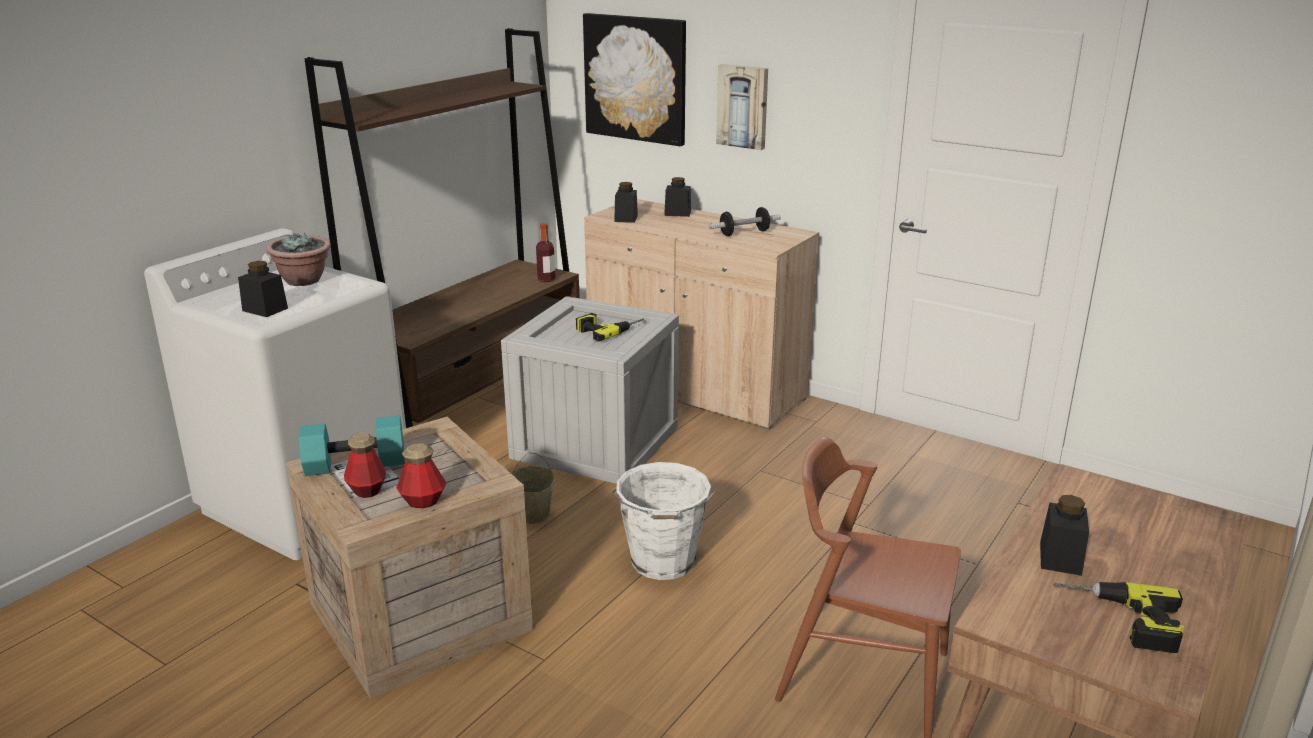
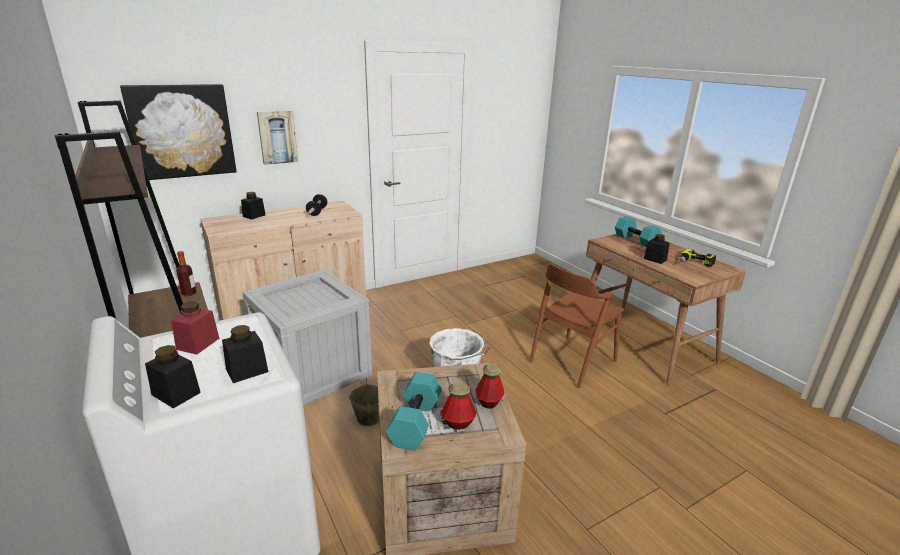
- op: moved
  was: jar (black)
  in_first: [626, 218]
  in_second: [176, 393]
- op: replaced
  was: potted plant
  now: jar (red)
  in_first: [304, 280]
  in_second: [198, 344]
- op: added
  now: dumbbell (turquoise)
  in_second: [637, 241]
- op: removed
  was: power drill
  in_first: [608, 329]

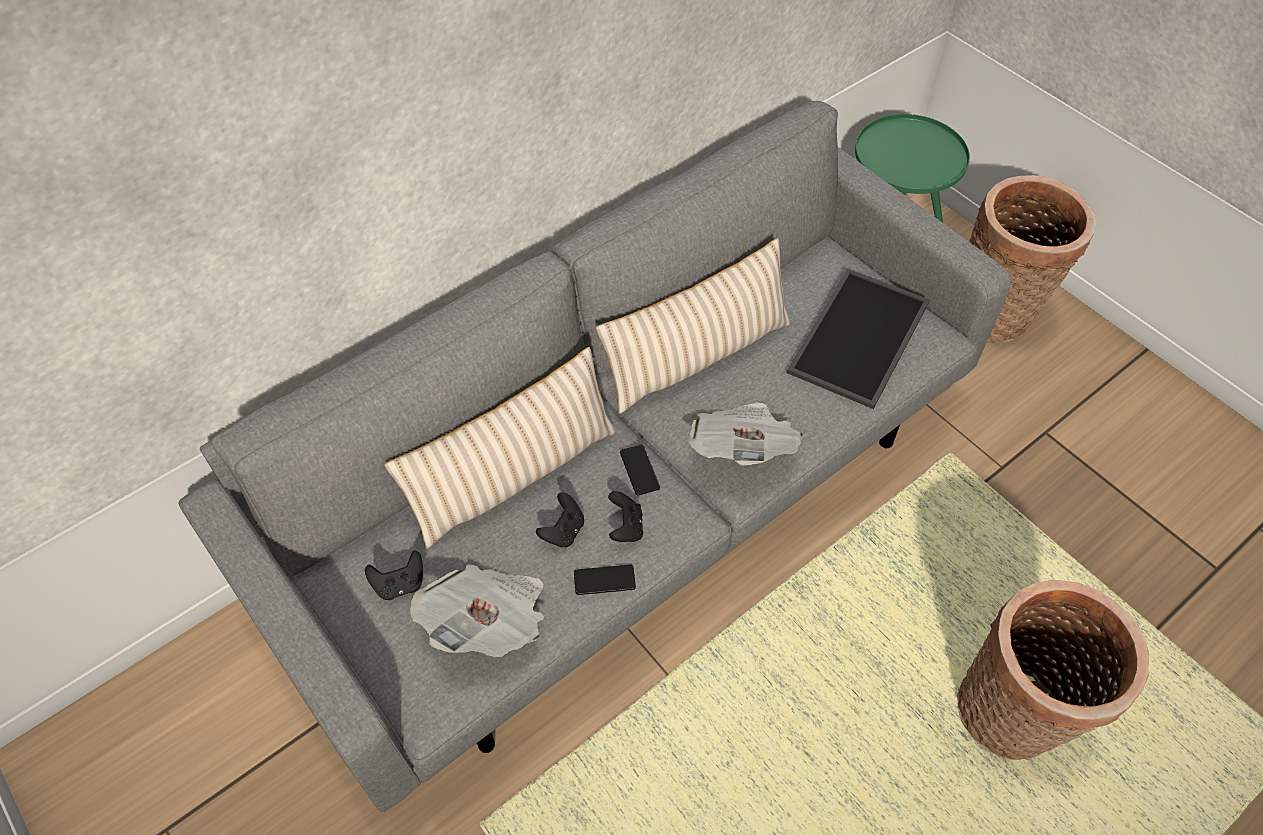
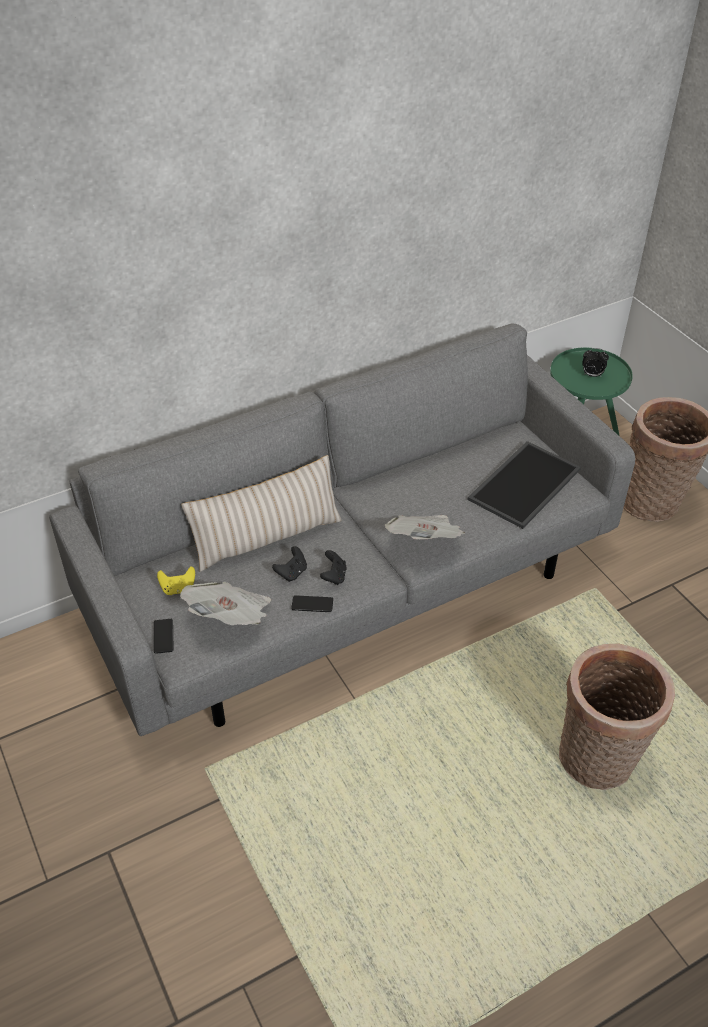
- op: moved
  was: phone
  in_first: [639, 470]
  in_second: [163, 636]
- op: recoloured
  was: game controller (black)
  now: game controller (yellow)
  in_first: [400, 584]
  in_second: [178, 589]
- op: added
  now: alarm clock
  in_second: [592, 375]
- op: removed
  was: pillow (beige)
  in_first: [697, 357]

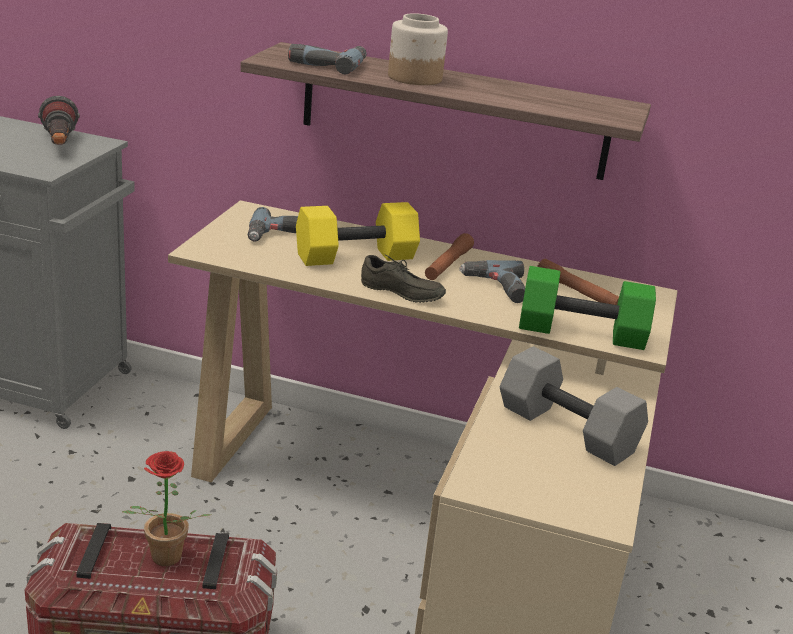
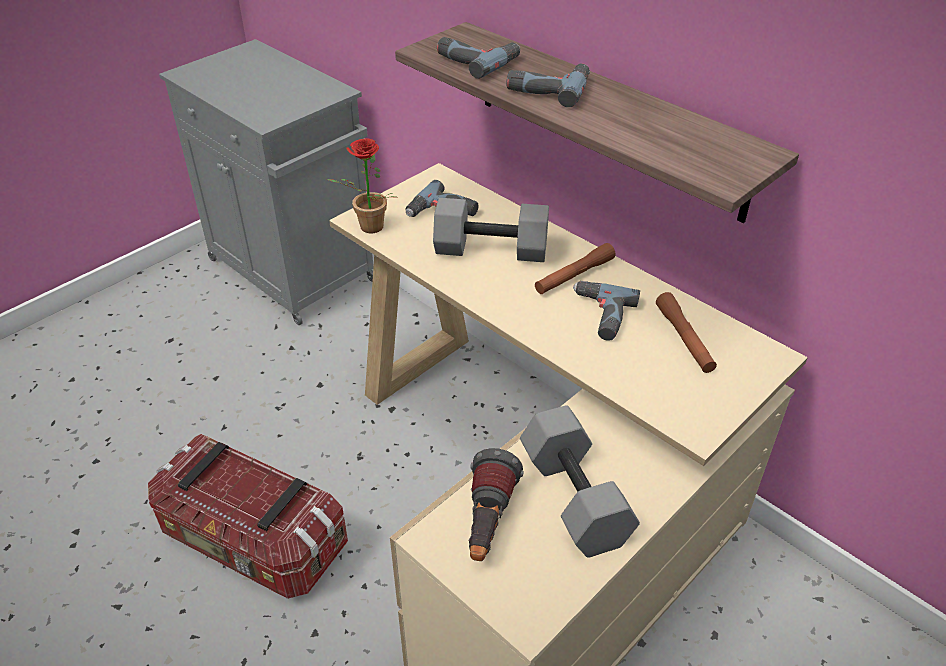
- op: moved
  was: potted plant
  in_first: [162, 560]
  in_second: [367, 228]
- op: recoloured
  was: dumbbell (yellow)
  now: dumbbell (grey)
  in_first: [355, 257]
  in_second: [489, 251]
- op: moved
  was: flashlight
  in_first: [60, 145]
  in_second: [488, 523]
- op: replaced
  was: jar
  now: power drill
  in_first: [414, 78]
  in_second: [548, 88]
- op: removed
  was: shoe (grey)
  in_first: [400, 294]
- op: removed
  was: dumbbell (green)
  in_first: [580, 333]

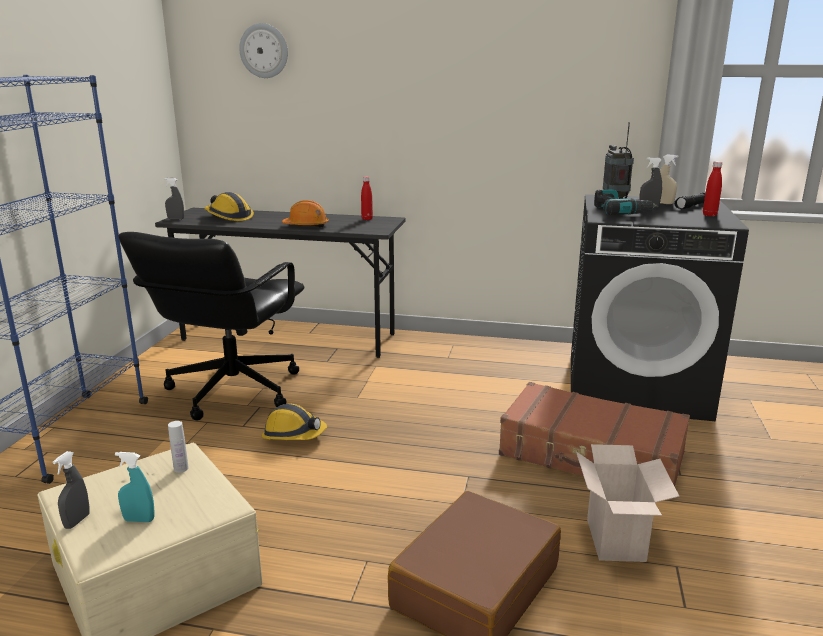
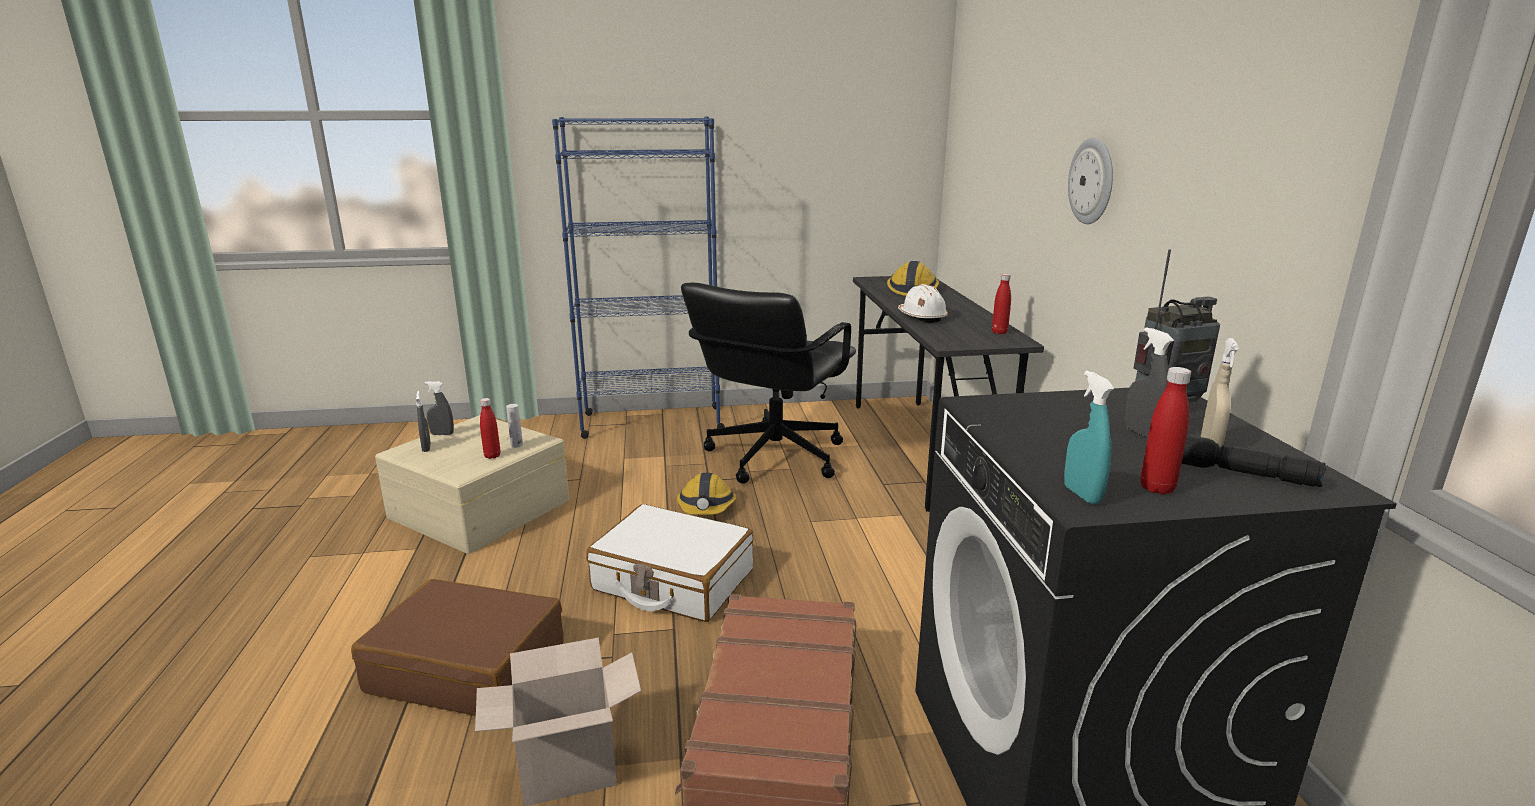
- op: moved
  was: spray bottle (grey)
  in_first: [176, 219]
  in_second: [426, 448]
- op: added
  now: bottle (red)
  in_second: [492, 456]
- op: added
  now: suitcase (white)
  in_second: [672, 580]
- op: turned
  was: office chair (black)
  in_first: [231, 390]
  in_second: [773, 456]
  clockwise: -60
- op: recoloured
  was: hard hat (orange)
  now: hard hat (white)
  in_first: [306, 226]
  in_second: [922, 317]
- op: moved
  was: spray bottle (turquoise)
  in_first: [139, 520]
  in_second: [1082, 495]
- op: moved
  was: wall clock
  in_first: [264, 51]
  in_second: [1092, 181]
- op: removed
  was: power drill
  in_first: [620, 211]

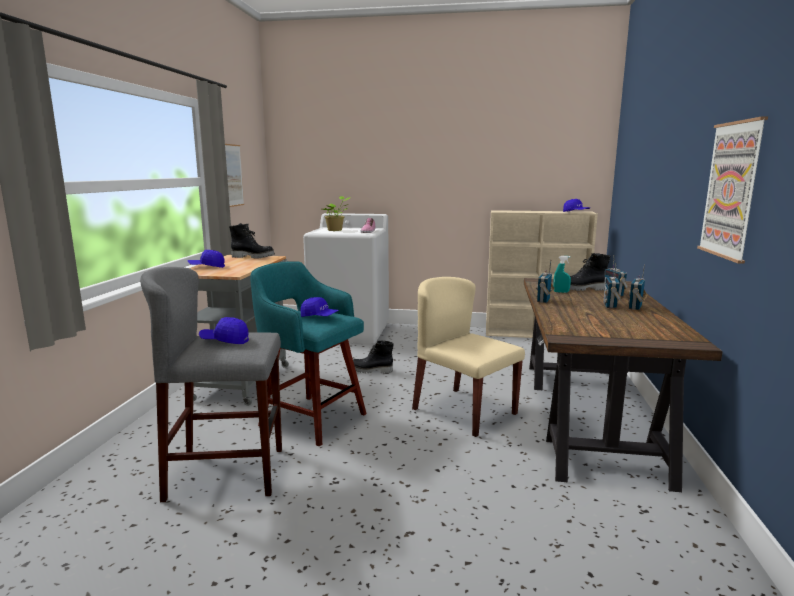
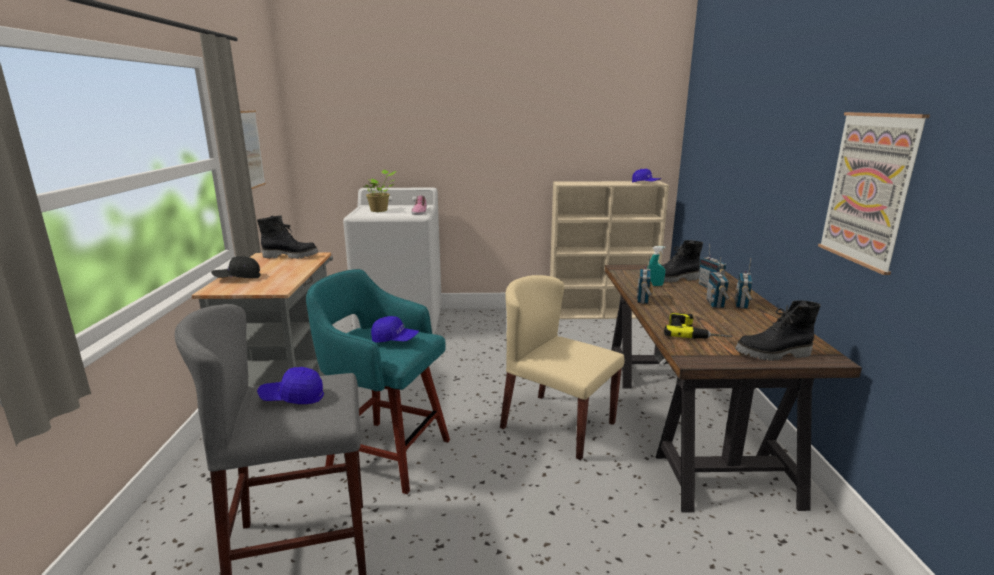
- op: recoloured
  was: cap (blue)
  now: cap (black)
  in_first: [207, 267]
  in_second: [237, 278]
- op: added
  now: power drill
  in_second: [695, 332]
- op: moved
  was: boot (black)
  in_first: [371, 371]
  in_second: [773, 355]

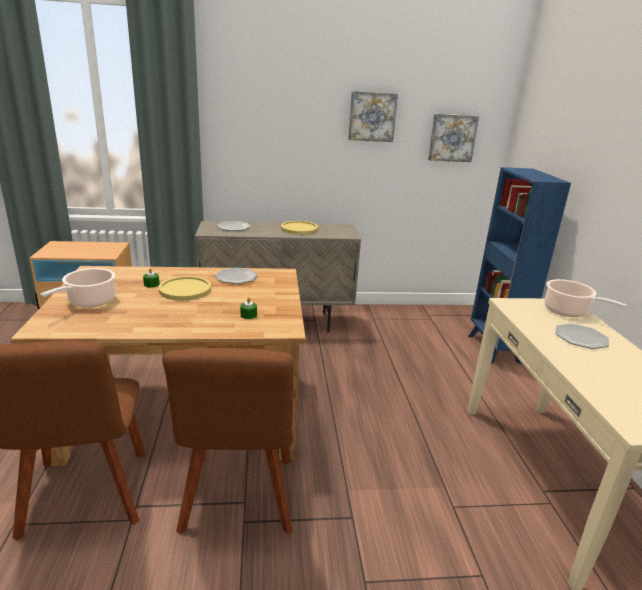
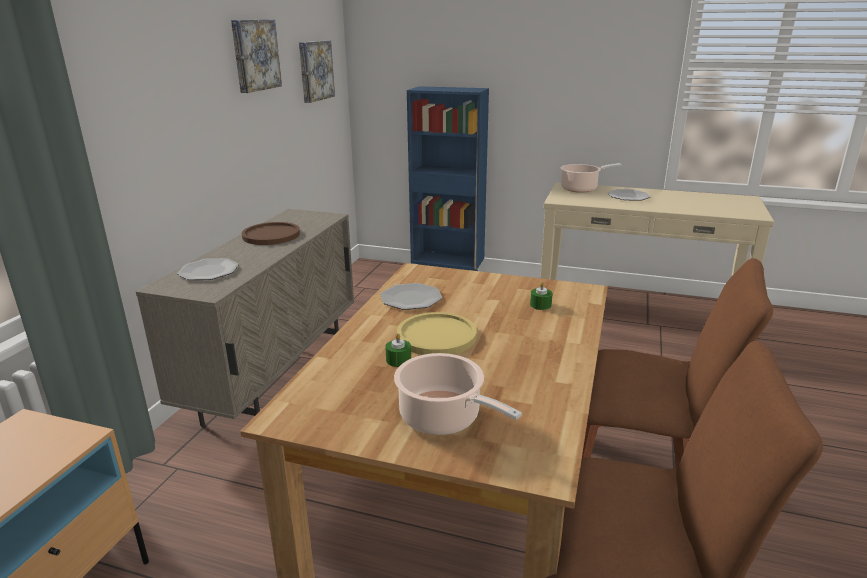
- op: recoloured
  was: plate (yellow)
  now: plate (brown)
  in_first: [299, 229]
  in_second: [271, 235]

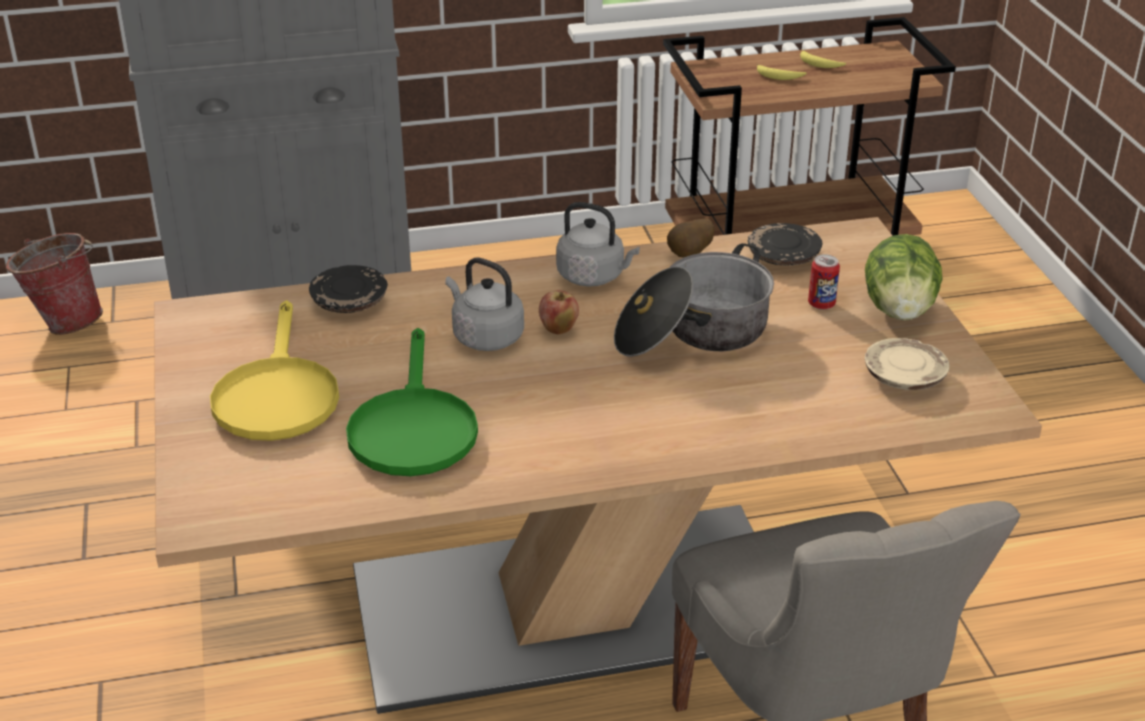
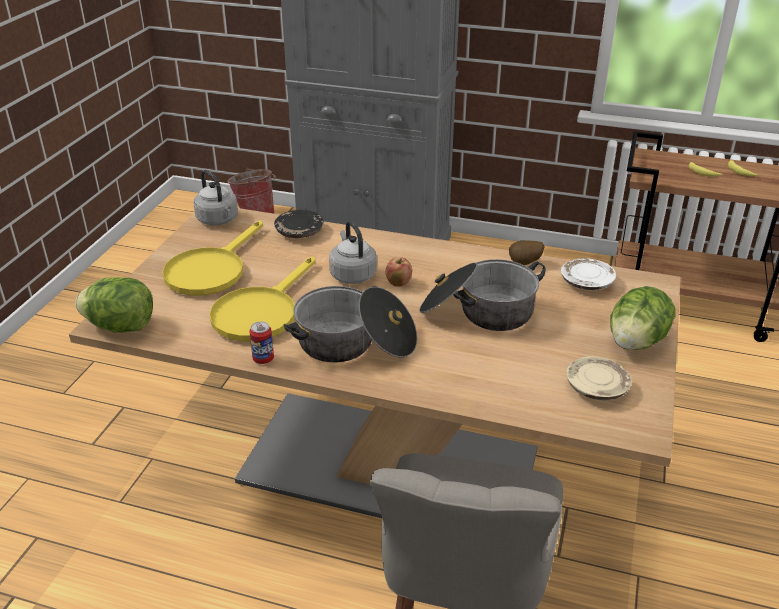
- op: added
  now: lettuce
  in_second: [121, 327]
- op: moved
  was: kettle (grey)
  in_first: [594, 276]
  in_second: [218, 220]
- op: recoloured
  was: frying pan (green)
  now: frying pan (yellow)
  in_first: [412, 427]
  in_second: [260, 312]
- op: moved
  was: can
  in_first: [821, 304]
  in_second: [263, 359]
- op: added
  now: cooking pot
  in_second: [354, 344]
- op: recoloured
  was: plate (black)
  now: plate (white)
  in_first: [783, 256]
  in_second: [586, 283]

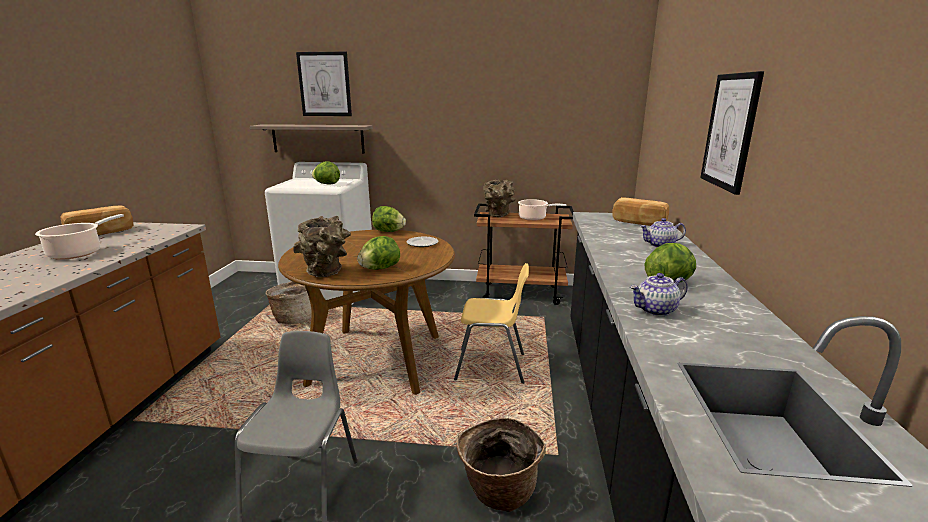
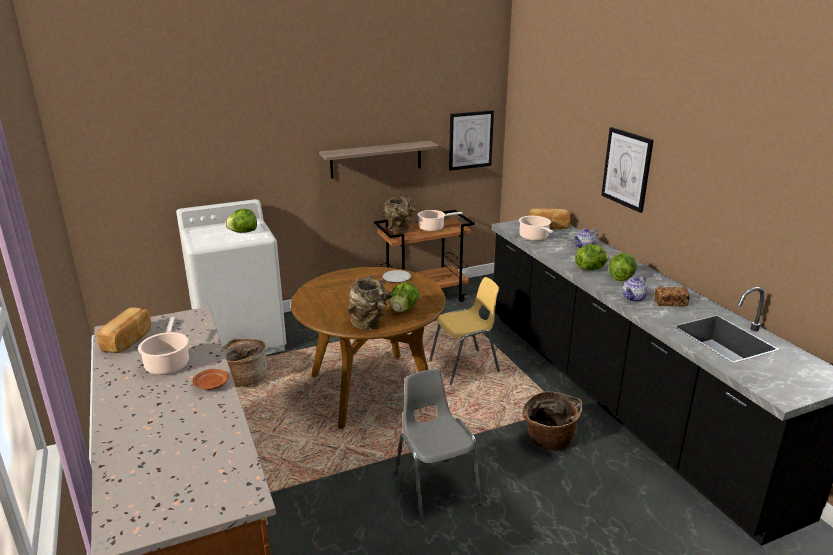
- op: added
  now: plate (brown)
  in_second: [211, 385]
- op: moved
  was: shelf
  in_first: [318, 138]
  in_second: [376, 159]
- op: moved
  was: picture
  in_first: [324, 84]
  in_second: [470, 140]
- op: added
  now: cooking pot
  in_second: [534, 237]
- op: moved
  was: lettuce
  in_first: [388, 231]
  in_second: [591, 269]
- op: added
  now: bread
  in_second: [670, 303]

